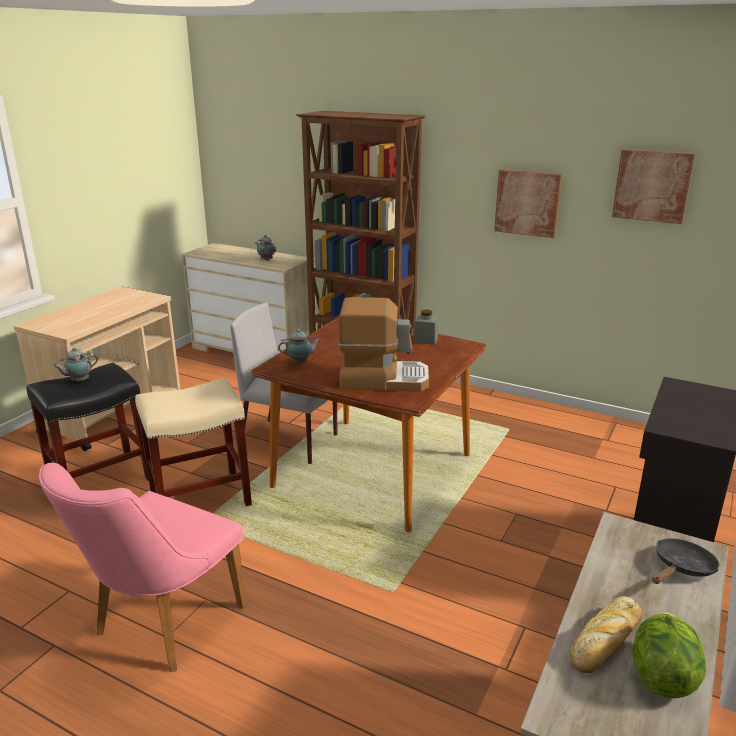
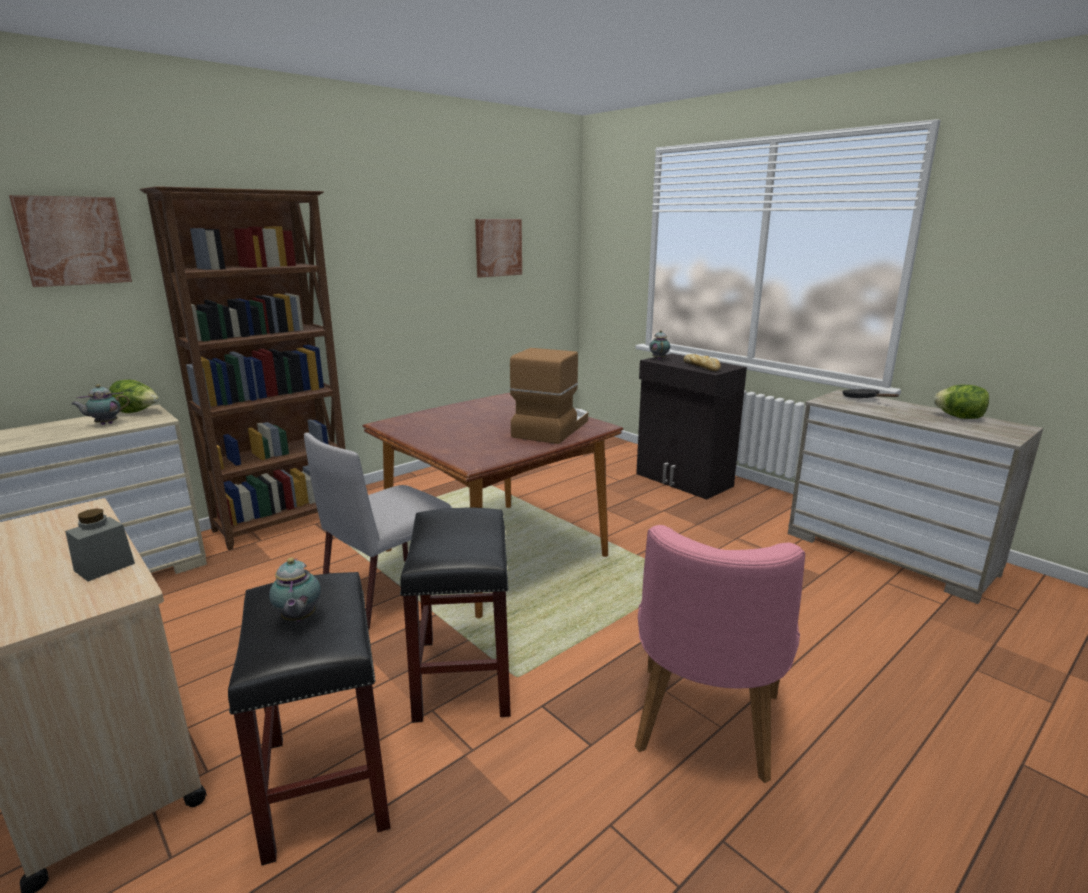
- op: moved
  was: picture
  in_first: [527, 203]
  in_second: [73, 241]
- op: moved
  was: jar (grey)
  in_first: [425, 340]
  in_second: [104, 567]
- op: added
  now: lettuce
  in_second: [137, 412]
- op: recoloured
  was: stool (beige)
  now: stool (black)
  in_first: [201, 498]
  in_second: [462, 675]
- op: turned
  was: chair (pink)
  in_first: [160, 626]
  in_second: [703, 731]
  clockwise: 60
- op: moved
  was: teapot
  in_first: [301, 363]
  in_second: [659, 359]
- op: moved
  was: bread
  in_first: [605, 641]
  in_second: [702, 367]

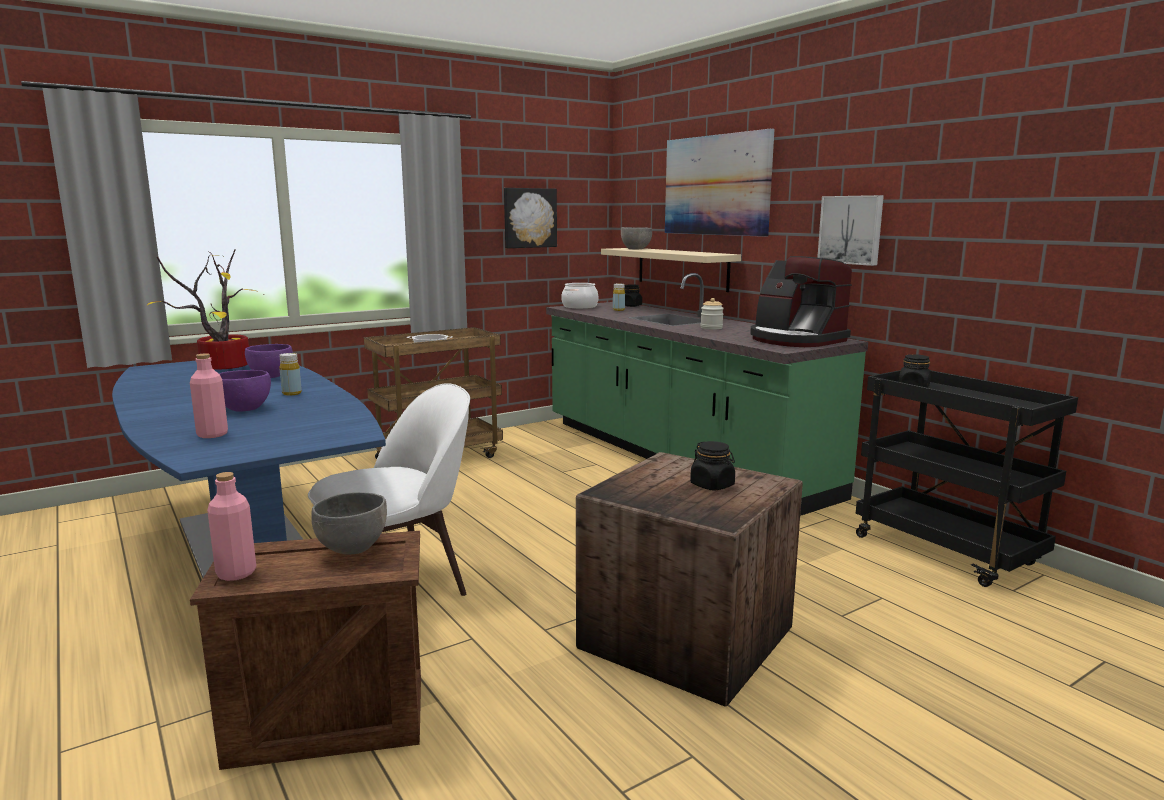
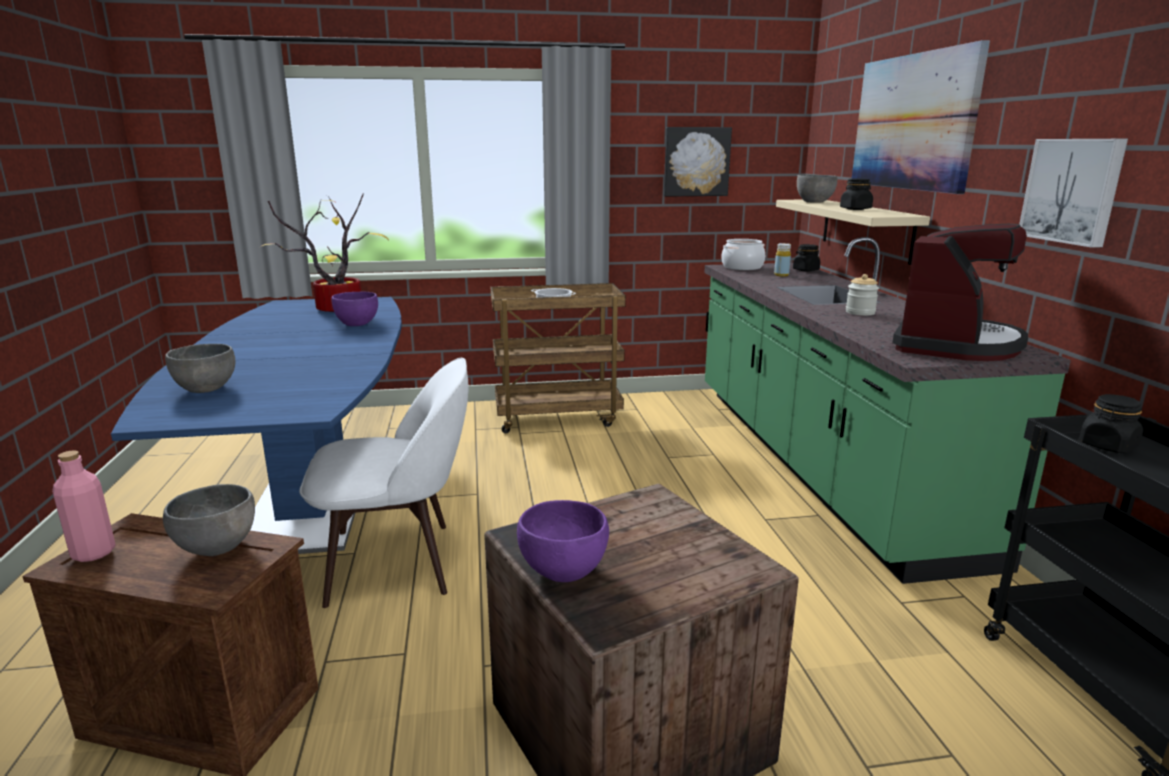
- op: replaced
  was: bottle (pink)
  now: bowl (grey)
  in_first: [212, 434]
  in_second: [205, 389]
- op: moved
  was: bowl (purple)
  in_first: [245, 409]
  in_second: [564, 571]
- op: moved
  was: jar (black)
  in_first: [712, 485]
  in_second: [855, 209]
- op: turned
  was: coffee machine
  in_first: [795, 340]
  in_second: [954, 344]
  clockwise: -135
- op: removed
  was: bottle (yellow)
  in_first: [292, 393]

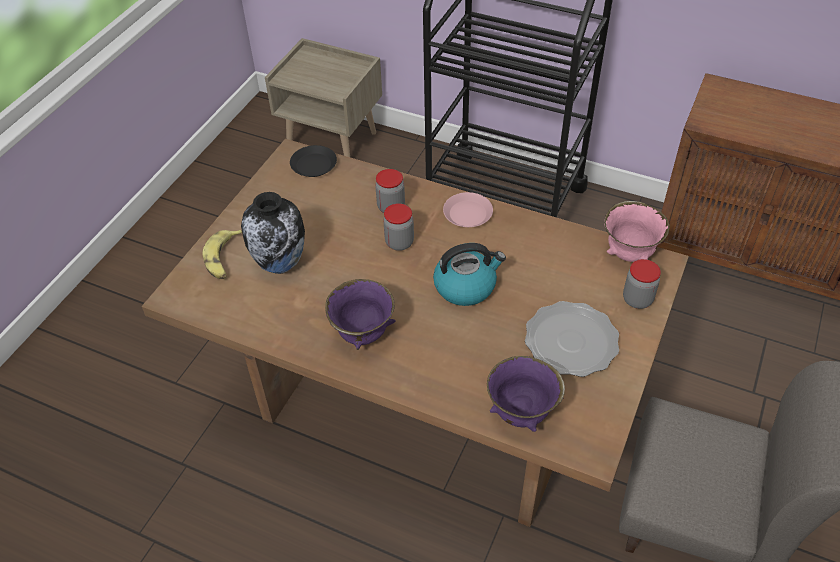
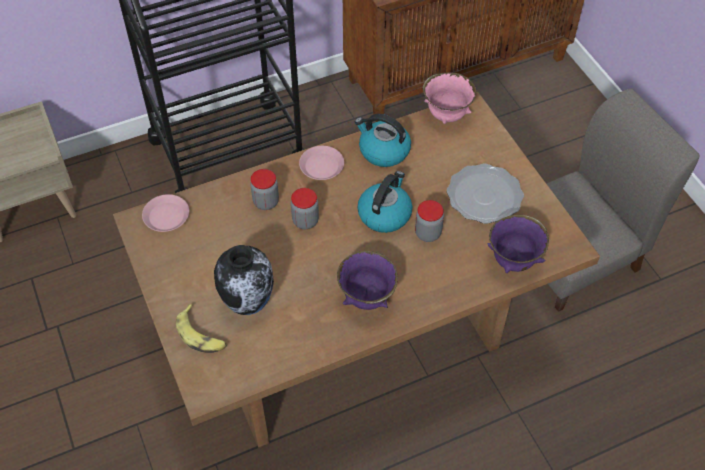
- op: recoloured
  was: plate (black)
  now: plate (pink)
  in_first: [313, 165]
  in_second: [166, 216]
- op: added
  now: kettle
  in_second: [383, 151]
- op: moved
  was: jar
  in_first: [637, 299]
  in_second: [428, 233]

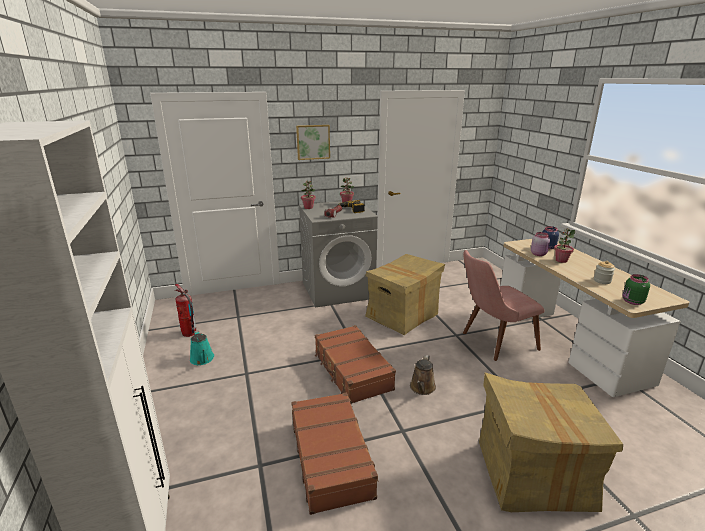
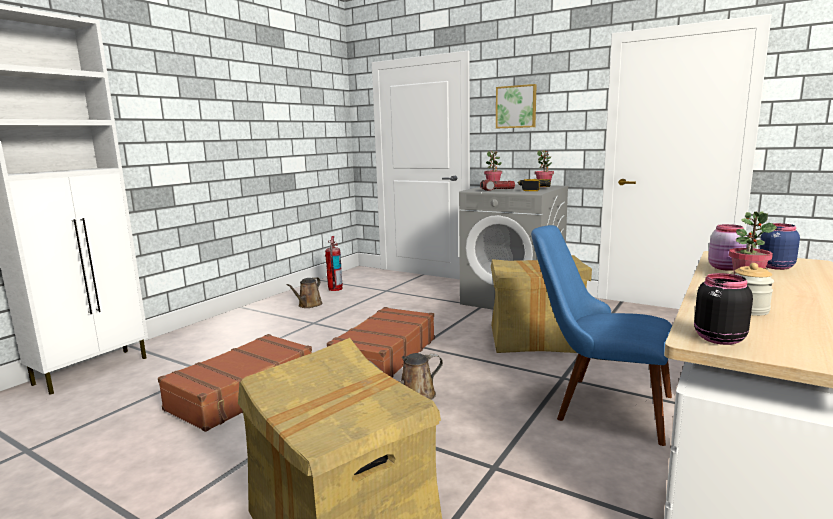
- op: recoloured
  was: watering can (turquoise)
  now: watering can (brown)
  in_first: [202, 359]
  in_second: [308, 305]
- op: recoloured
  was: chair (pink)
  now: chair (blue)
  in_first: [492, 342]
  in_second: [598, 404]
- op: recoloured
  was: jar (green)
  now: jar (black)
  in_first: [632, 302]
  in_second: [717, 339]

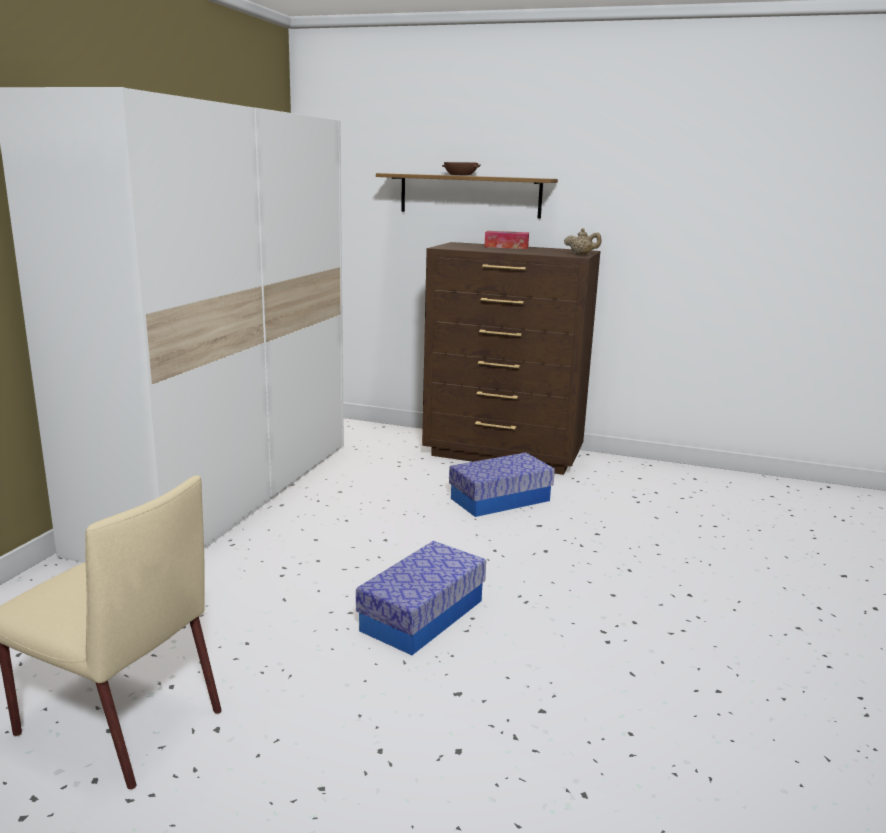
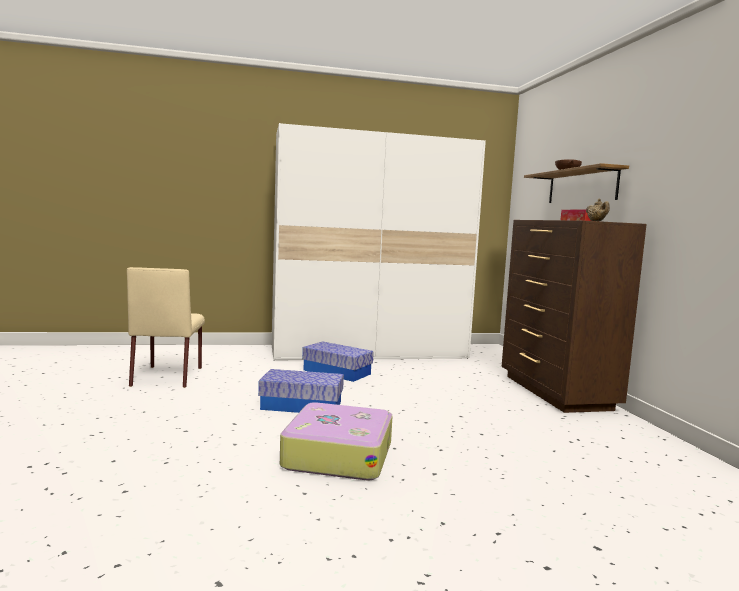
- op: added
  now: suitcase
  in_second: [337, 455]
- op: moved
  was: storage box
  in_first: [500, 499]
  in_second: [337, 372]

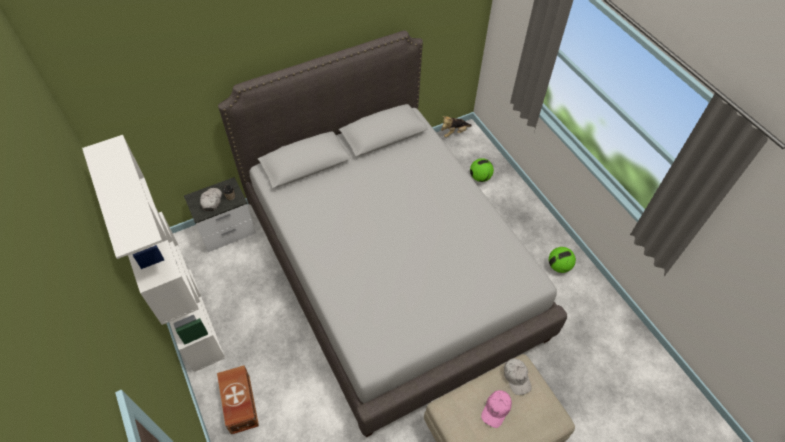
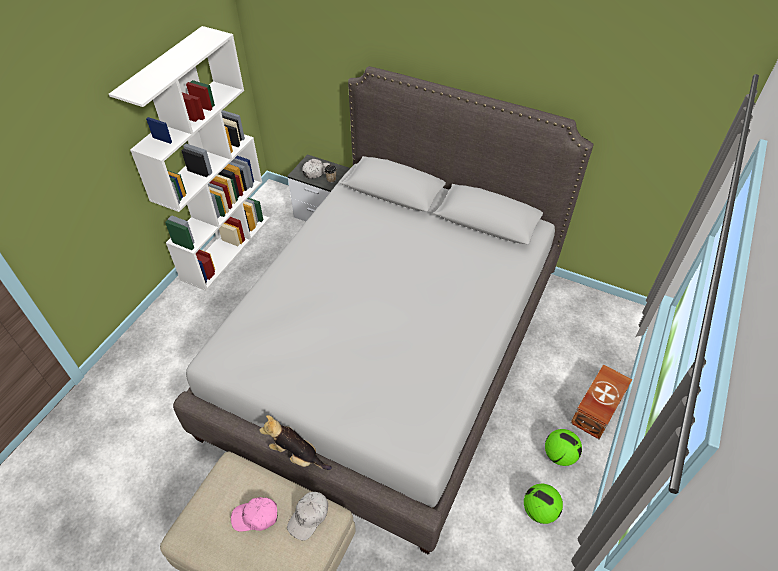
- op: moved
  was: plush toy
  in_first: [454, 132]
  in_second: [297, 454]
- op: moved
  was: football
  in_first: [480, 177]
  in_second: [559, 455]
- op: moved
  was: storage box (brown)
  in_first: [239, 405]
  in_second: [596, 409]

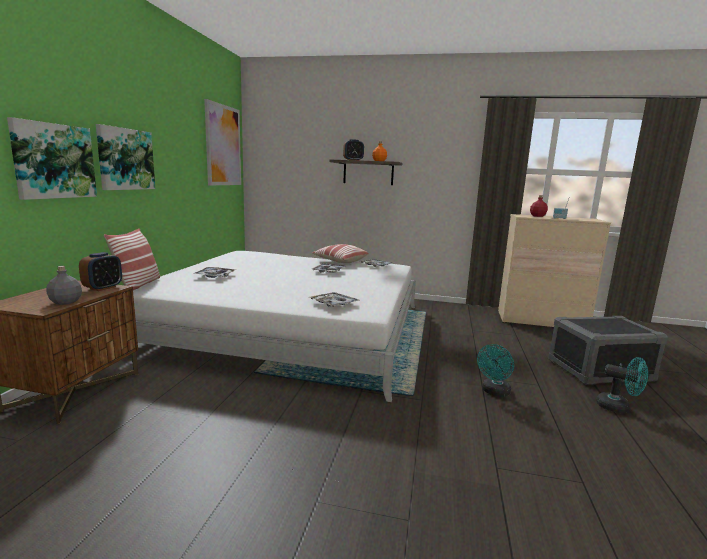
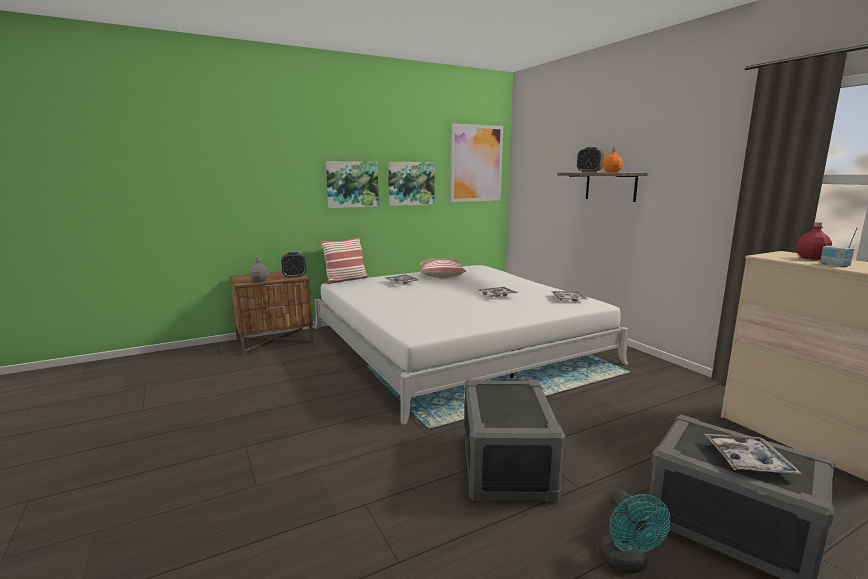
- op: moved
  was: picture
  in_first: [54, 161]
  in_second: [411, 183]
- op: moved
  was: pillow
  in_first: [340, 261]
  in_second: [441, 275]
- op: replaced
  was: fan (turquoise)
  now: storage box (grey)
  in_first: [494, 392]
  in_second: [507, 465]
- op: moved
  was: tray
  in_first: [334, 304]
  in_second: [748, 461]

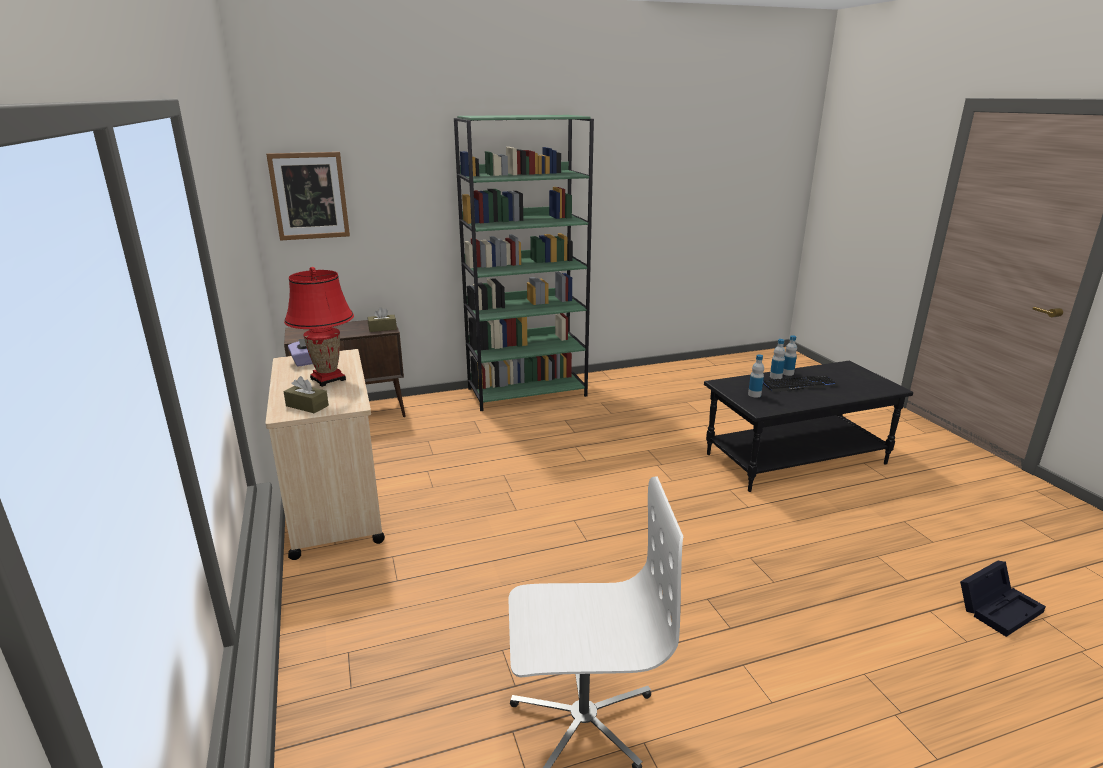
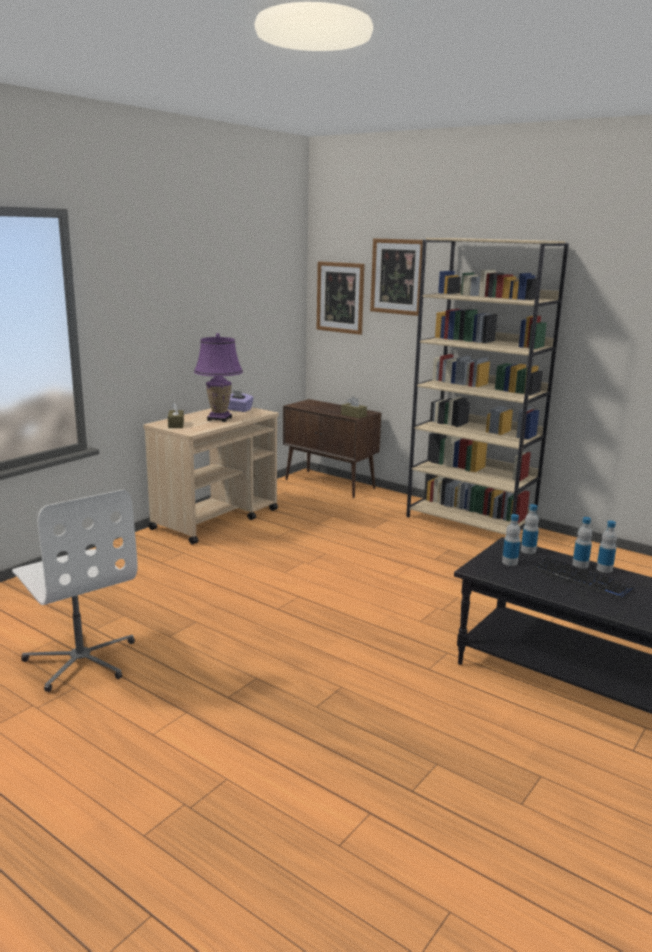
- op: recoloured
  was: table lamp (red)
  now: table lamp (purple)
  in_first: [328, 379]
  in_second: [219, 419]
- op: added
  now: picture
  in_second: [397, 276]
- op: recoloured
  was: bookcase (green)
  now: bookcase (beige)
  in_first: [527, 392]
  in_second: [471, 522]
- op: added
  now: bottle
  in_second: [528, 551]
- op: removed
  was: storage box (black)
  in_first: [998, 607]

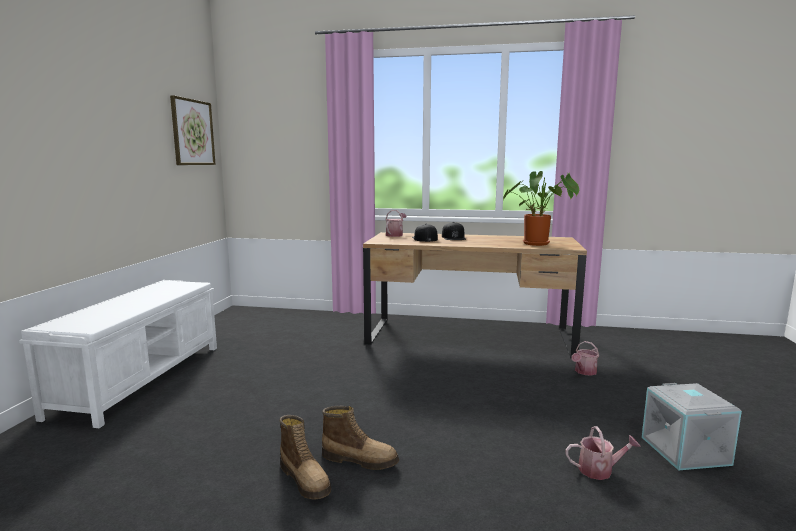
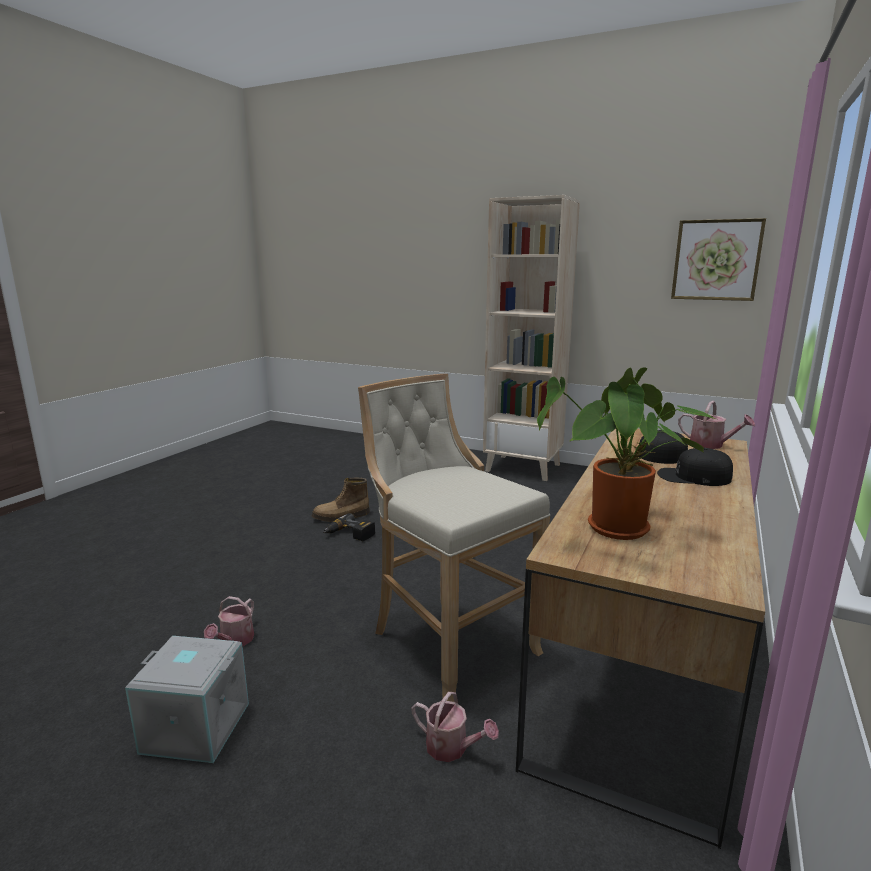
- op: replaced
  was: boot
  now: power drill
  in_first: [360, 459]
  in_second: [349, 535]
- op: added
  now: stool (beige)
  in_second: [447, 643]
- op: turned
  was: watering can
  in_first: [584, 372]
  in_second: [452, 748]
  clockwise: 150
- op: replaced
  was: bench (white)
  now: bookcase (beige)
  in_first: [142, 378]
  in_second: [523, 468]

